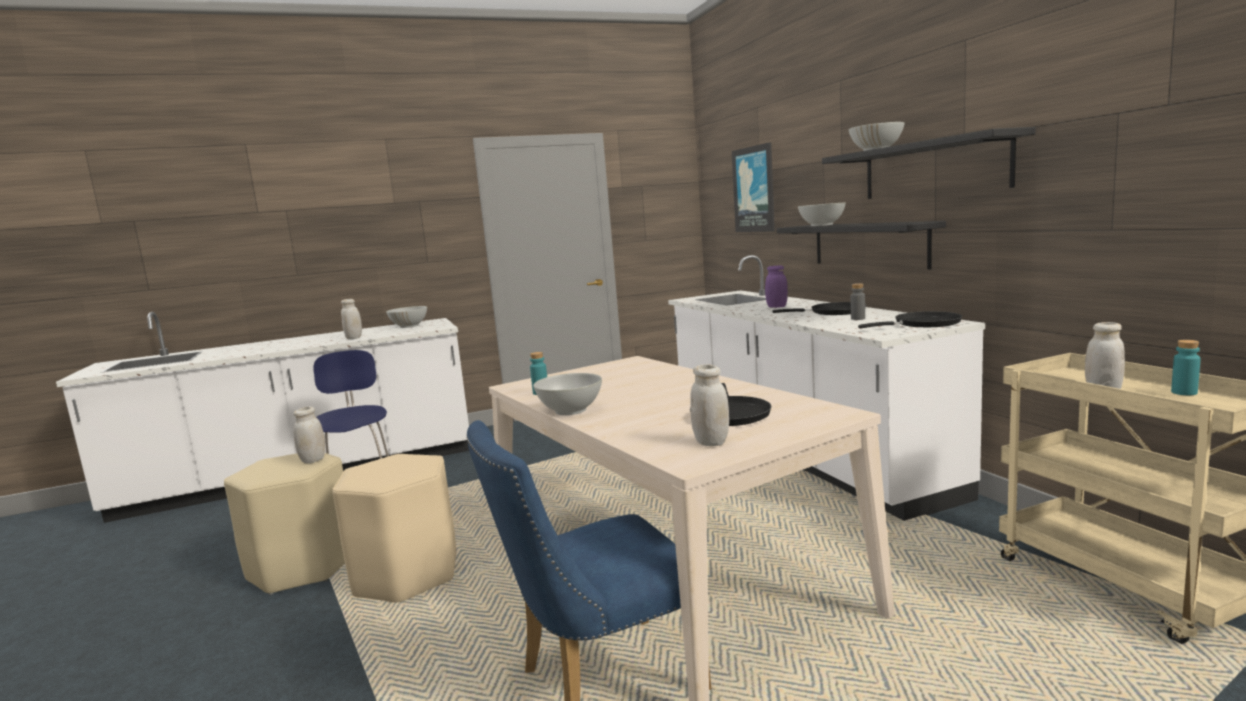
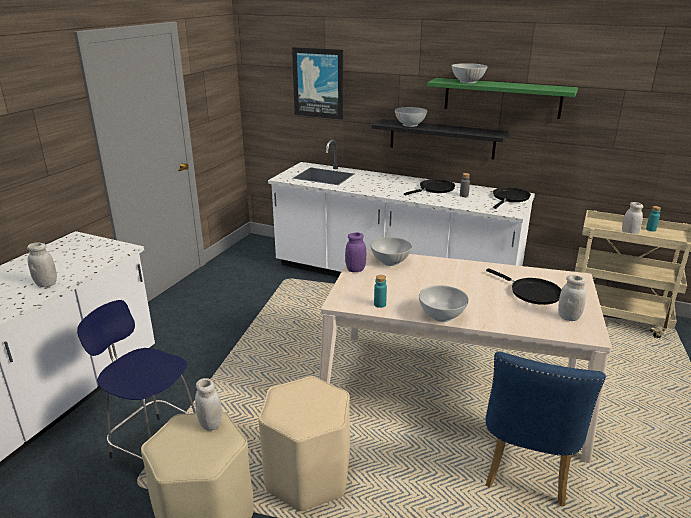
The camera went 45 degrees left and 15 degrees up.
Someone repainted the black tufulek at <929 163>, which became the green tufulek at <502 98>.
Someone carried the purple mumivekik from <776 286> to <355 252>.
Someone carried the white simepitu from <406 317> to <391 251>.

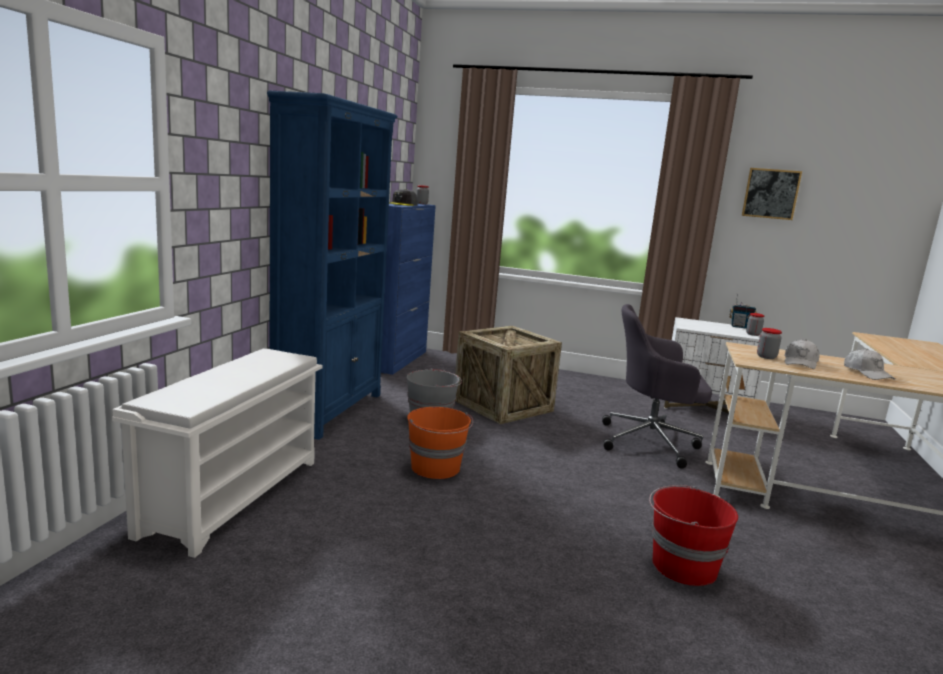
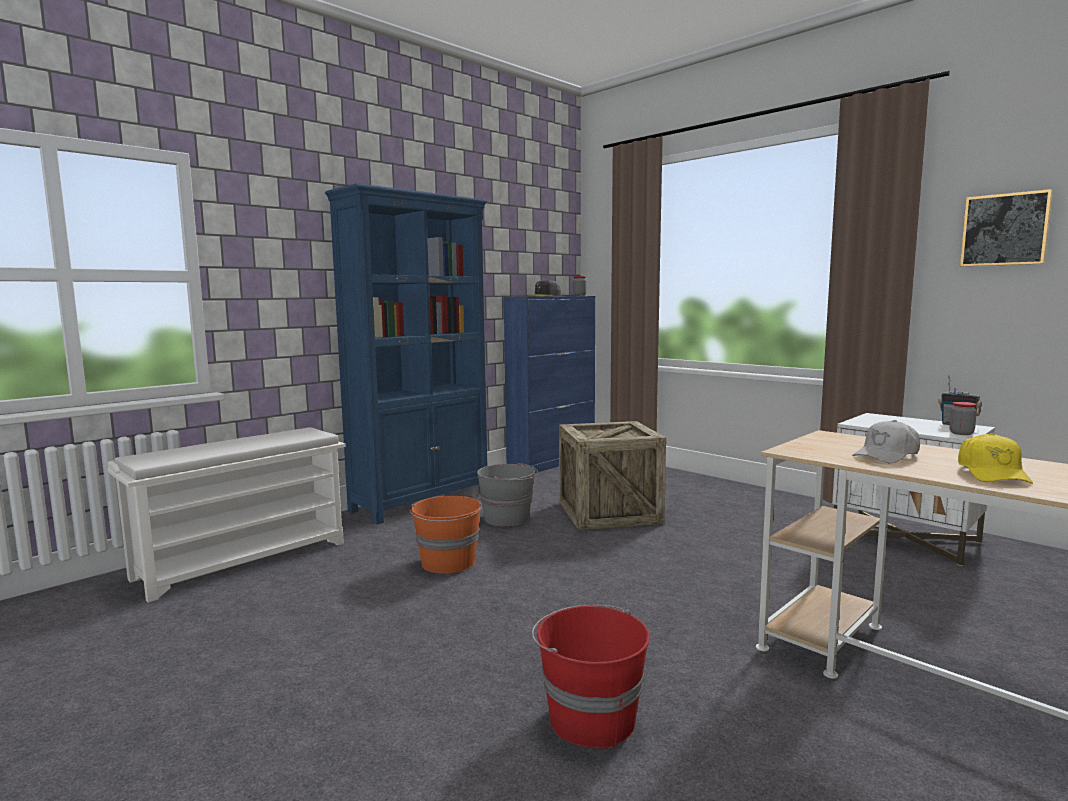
The camera went 30 degrees right and 5 degrees down.
Someone took away the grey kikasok at <657 386>.
Someone took away the mumivekik at <769 343>.
Someone repainted the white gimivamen at <869 364>, which became the yellow gimivamen at <995 458>.

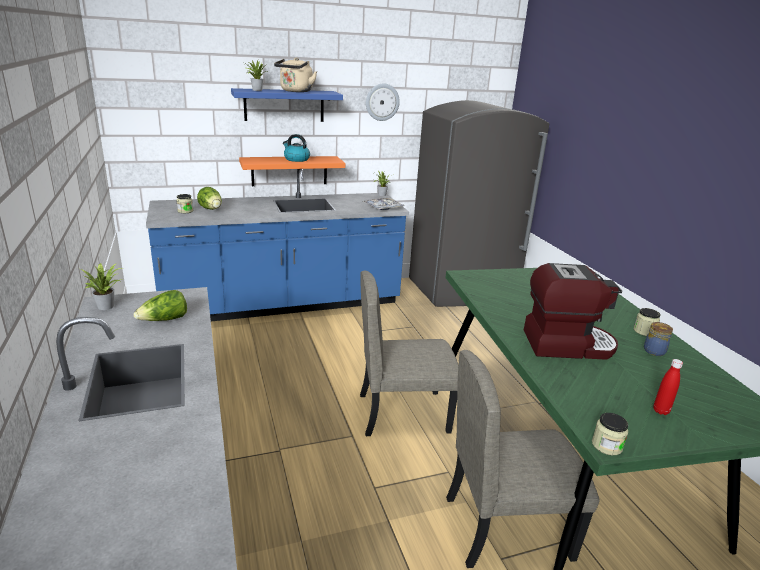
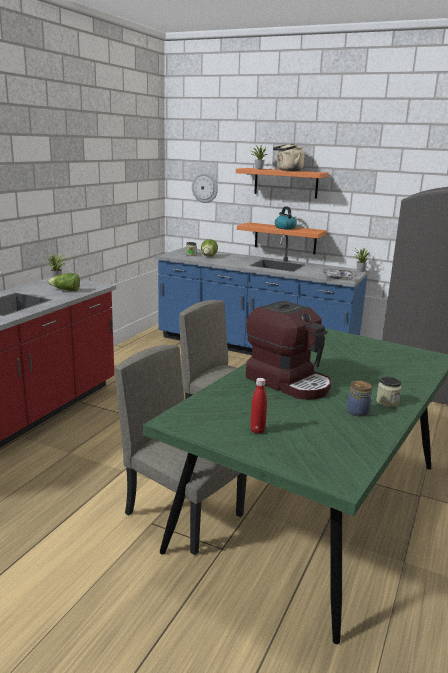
The camera went 45 degrees right and 5 degrees down.
Someone carried the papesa from <383 102> to <205 188>.
Someone repainted the blue tufulek at <287 105>, which became the orange tufulek at <282 183>.
Someone took away the mumivekik at <610 434>.

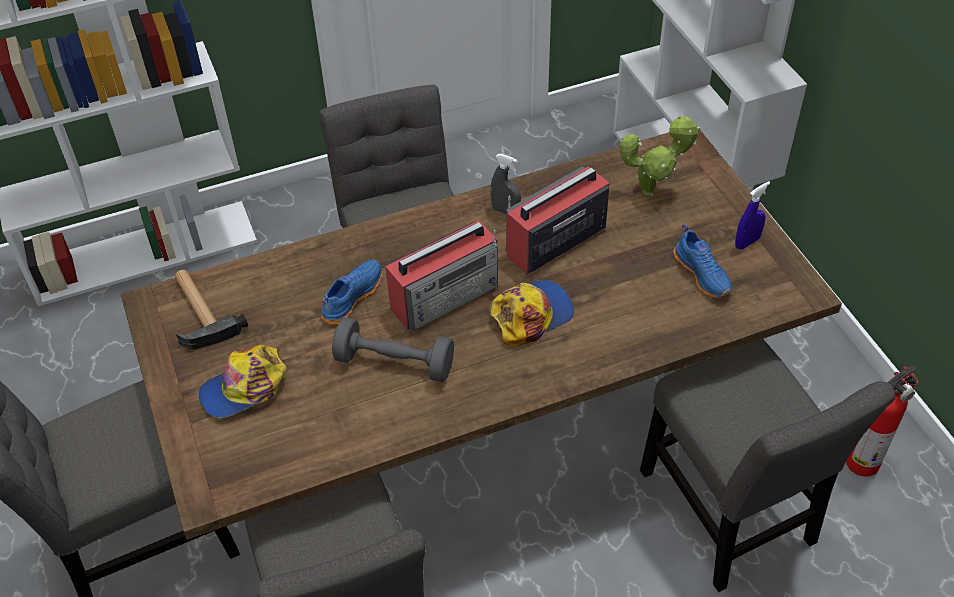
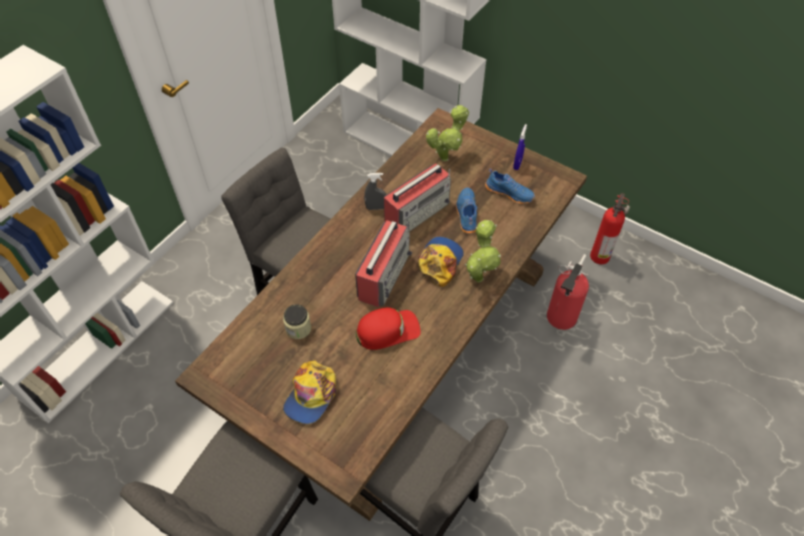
The camera went 35 degrees left and 5 degrees up.
Someone rotated the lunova at <558 220> by 150 degrees counterclockwise.
Someone carried the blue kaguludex from <352 292> to <466 210>.
Someone took away the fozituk at <211 309>.
Someone swapped the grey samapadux at <393 349> for the red gimivamen at <388 328>.
Someone swapped the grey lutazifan at <767 465> for the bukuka at <568 292>.
Someone put down the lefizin at <483 251>.
Someone put down the mumivekik at <297 321>.

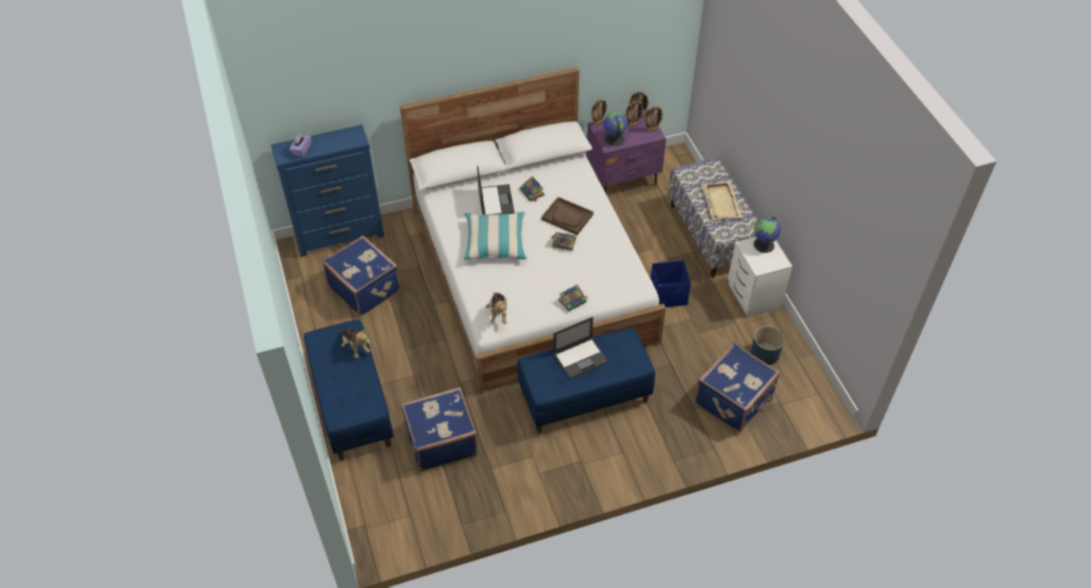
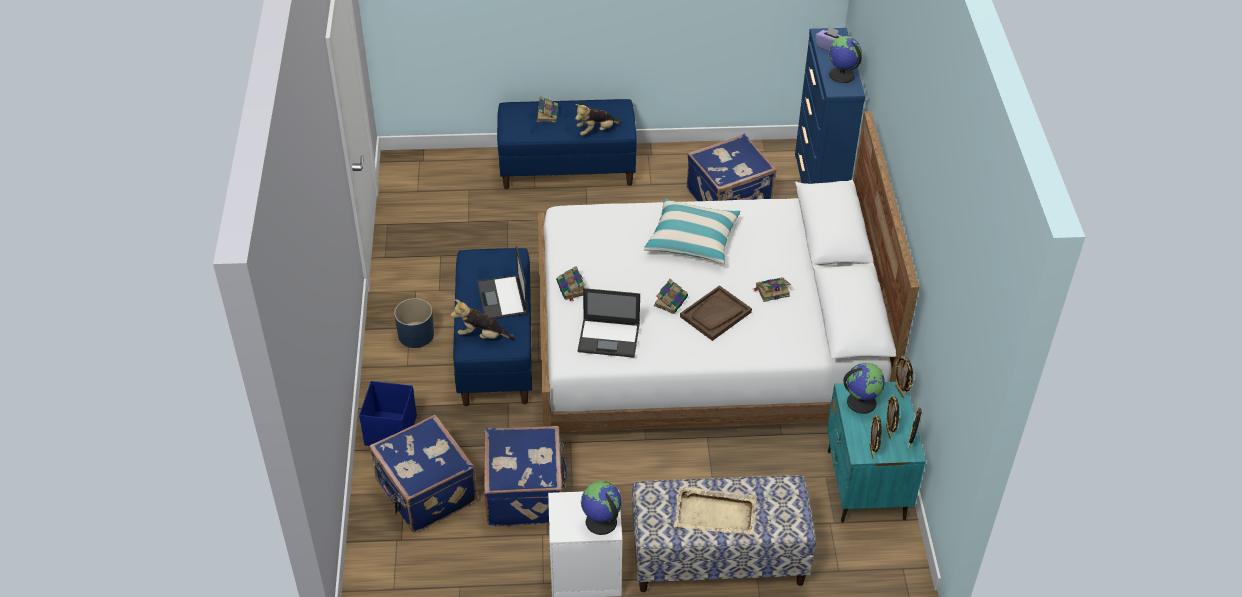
The camera went 105 degrees right and 5 degrees down.
Someone repainted the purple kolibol at <626 151>, which became the turquoise kolibol at <876 452>.
Someone carried the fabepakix from <496 190> to <609 323>.
Someone carried the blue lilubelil from <671 283> to <388 413>.
Someone carried the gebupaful from <496 308> to <483 319>.
Someone carried the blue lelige from <768 345> to <414 323>.
Someone carried the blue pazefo from <439 429> to <526 476>.
Someone put down the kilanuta at <845 59>.
Someone put down the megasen at <548 109>.

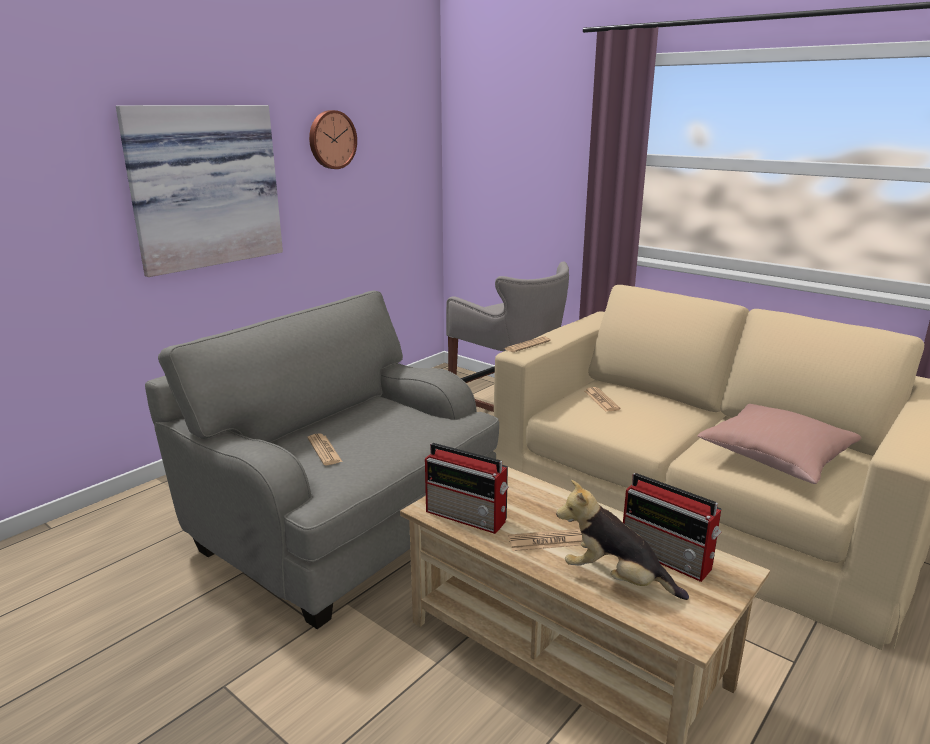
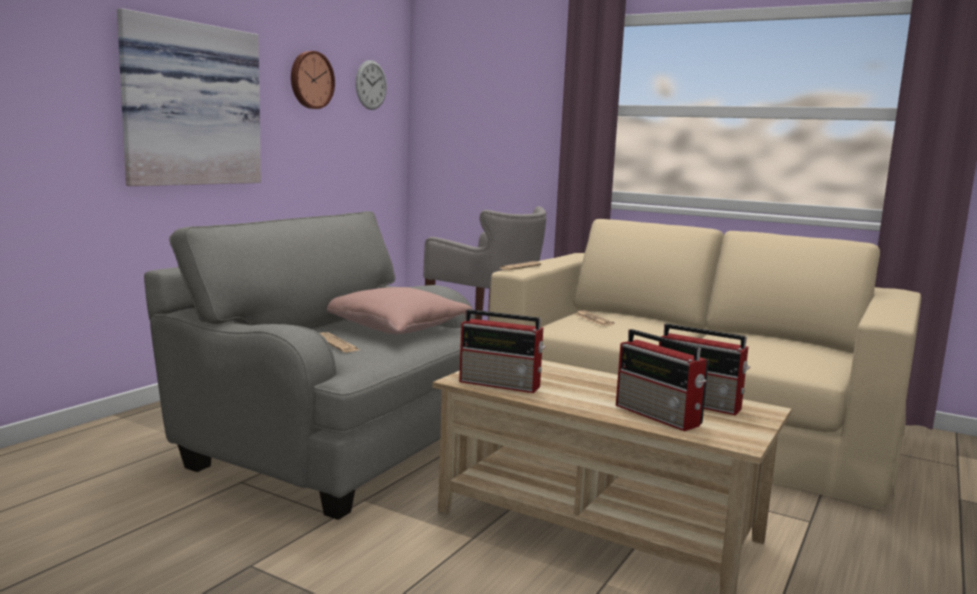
The camera went 10 degrees left and 10 degrees down.
Someone carried the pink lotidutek from <779 444> to <400 310>.
Someone swapped the gebupaful at <622 540> for the lunova at <662 380>.
Someone took away the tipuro at <545 540>.
Someone put up the papesa at <371 85>.

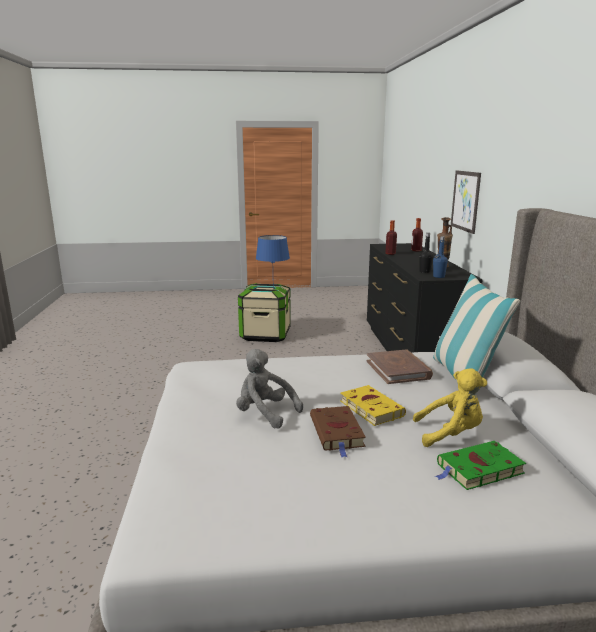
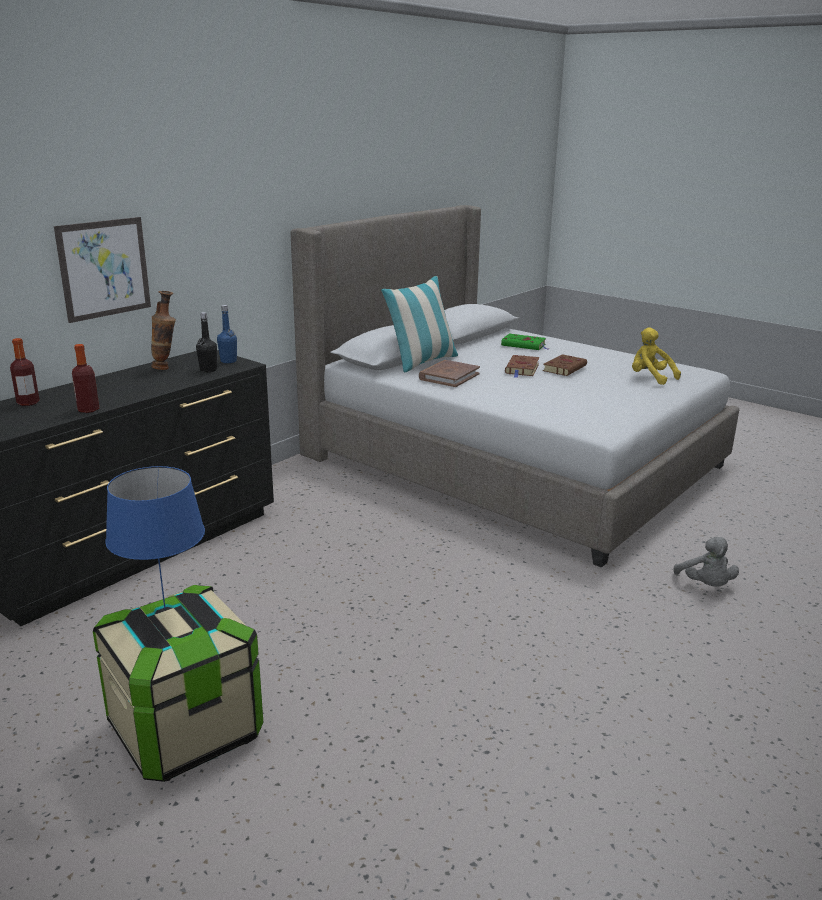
The camera went 135 degrees left and 5 degrees up.
Someone carried the grey gebupaful from <269 389> to <706 562>.
Someone carried the yellow gebupaful from <450 407> to <656 356>.
Someone repainted the yellow megasen at <373 405>, which became the brown megasen at <522 366>.

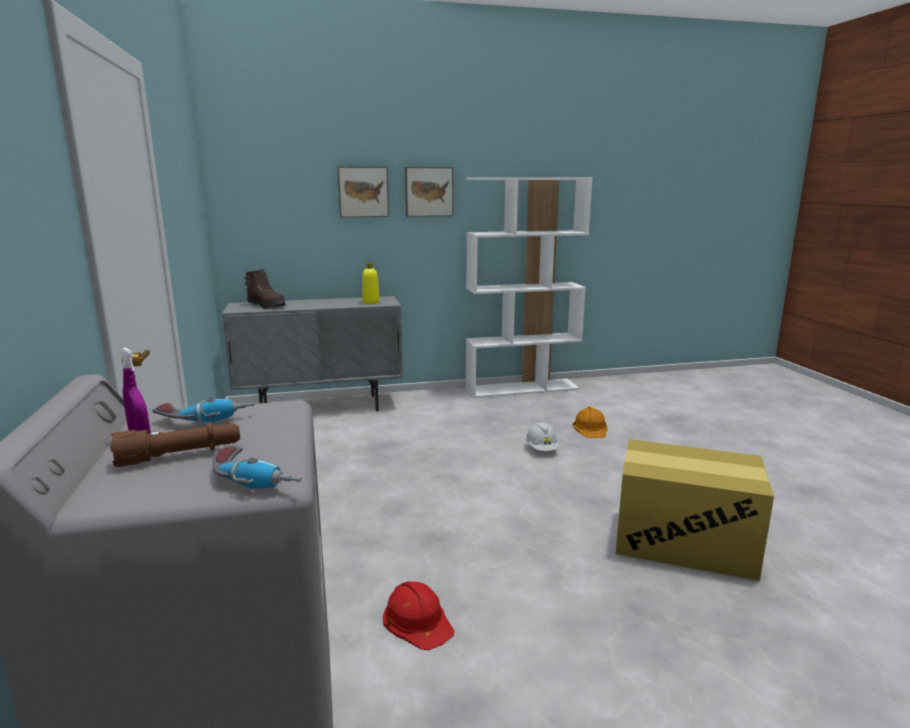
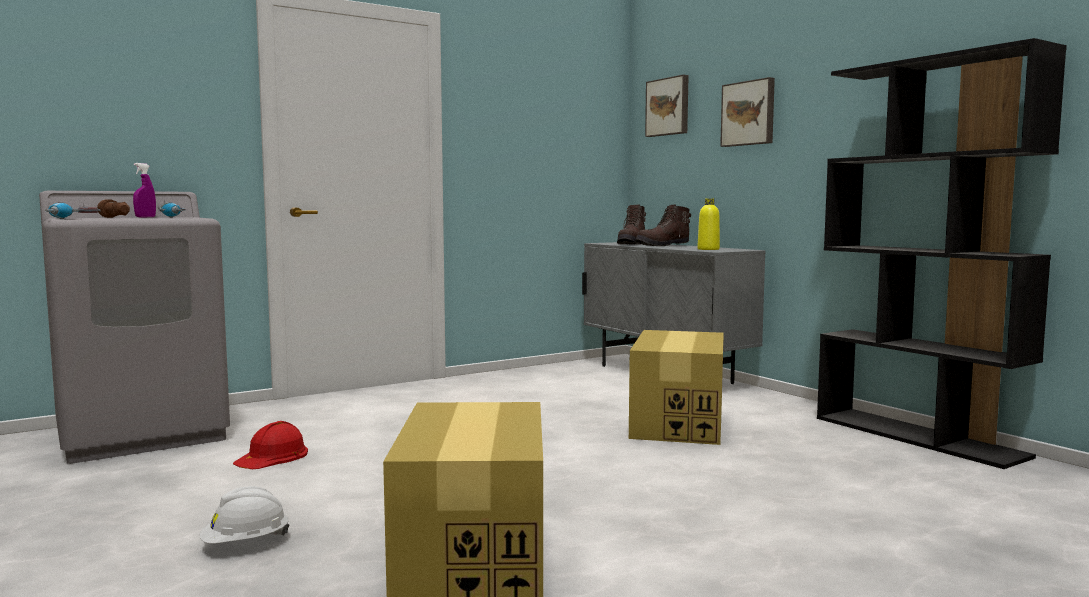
The camera went 70 degrees right and 10 degrees down.
Someone carried the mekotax from <429 192> to <667 106>.
Someone repainted the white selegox at <529 287>, which became the black selegox at <942 253>.
Someone took away the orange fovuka at <589 422>.
Someone carried the white fovuka from <542 436> to <245 515>.
Someone put down the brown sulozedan at <663 225>.
Someone put down the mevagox at <676 387>.

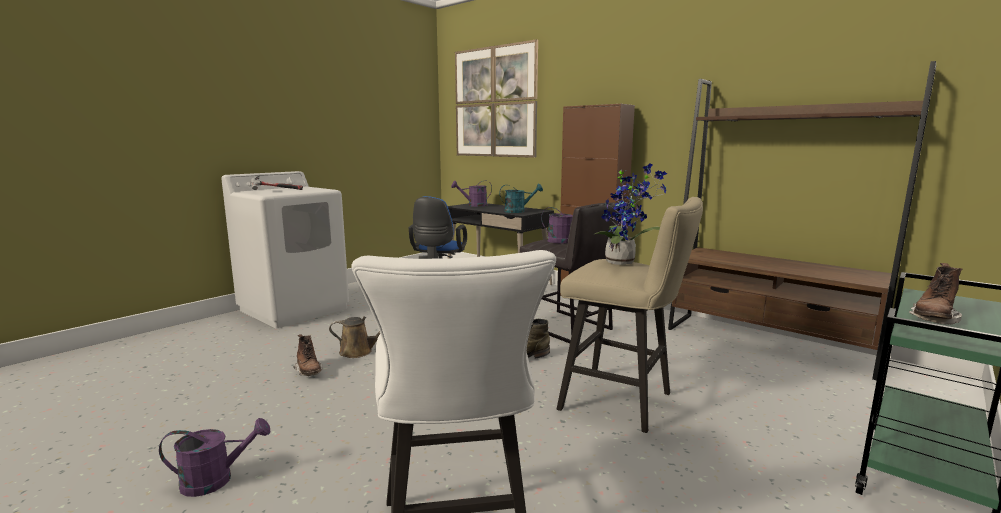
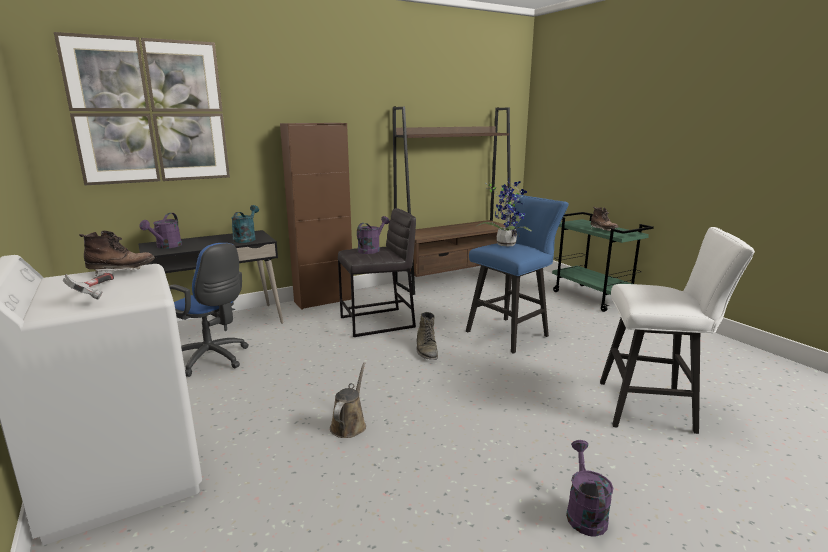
The camera went 70 degrees left and 5 degrees up.
Someone repainted the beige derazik at <630 315>, which became the blue derazik at <517 274>.
Someone carried the brown sulozedan from <307 355> to <117 253>.

